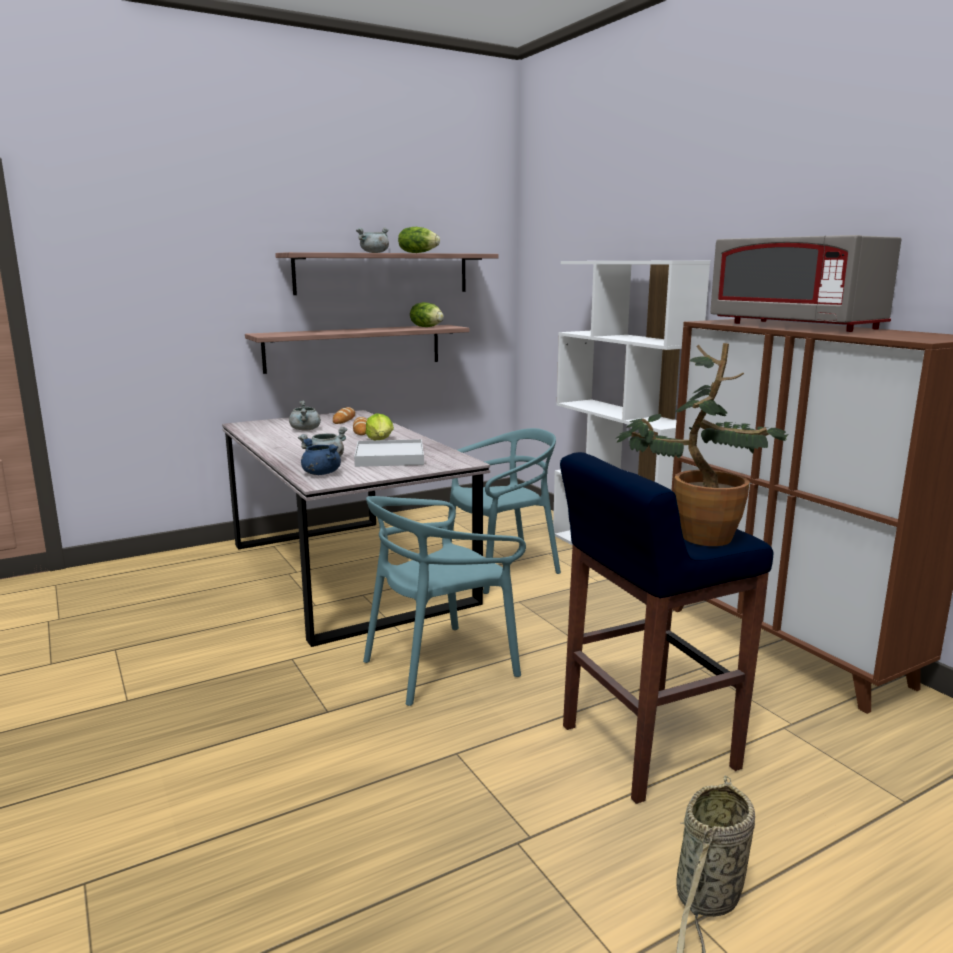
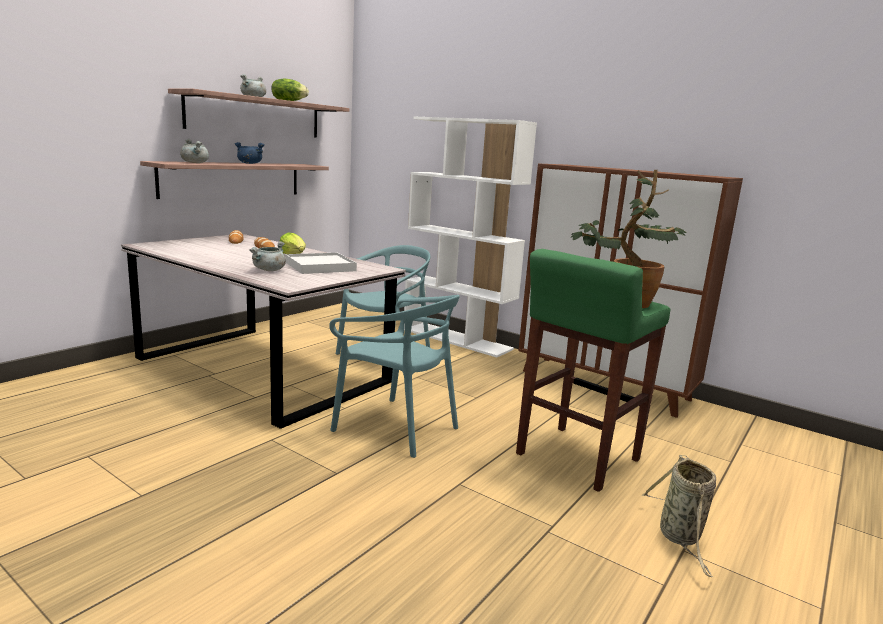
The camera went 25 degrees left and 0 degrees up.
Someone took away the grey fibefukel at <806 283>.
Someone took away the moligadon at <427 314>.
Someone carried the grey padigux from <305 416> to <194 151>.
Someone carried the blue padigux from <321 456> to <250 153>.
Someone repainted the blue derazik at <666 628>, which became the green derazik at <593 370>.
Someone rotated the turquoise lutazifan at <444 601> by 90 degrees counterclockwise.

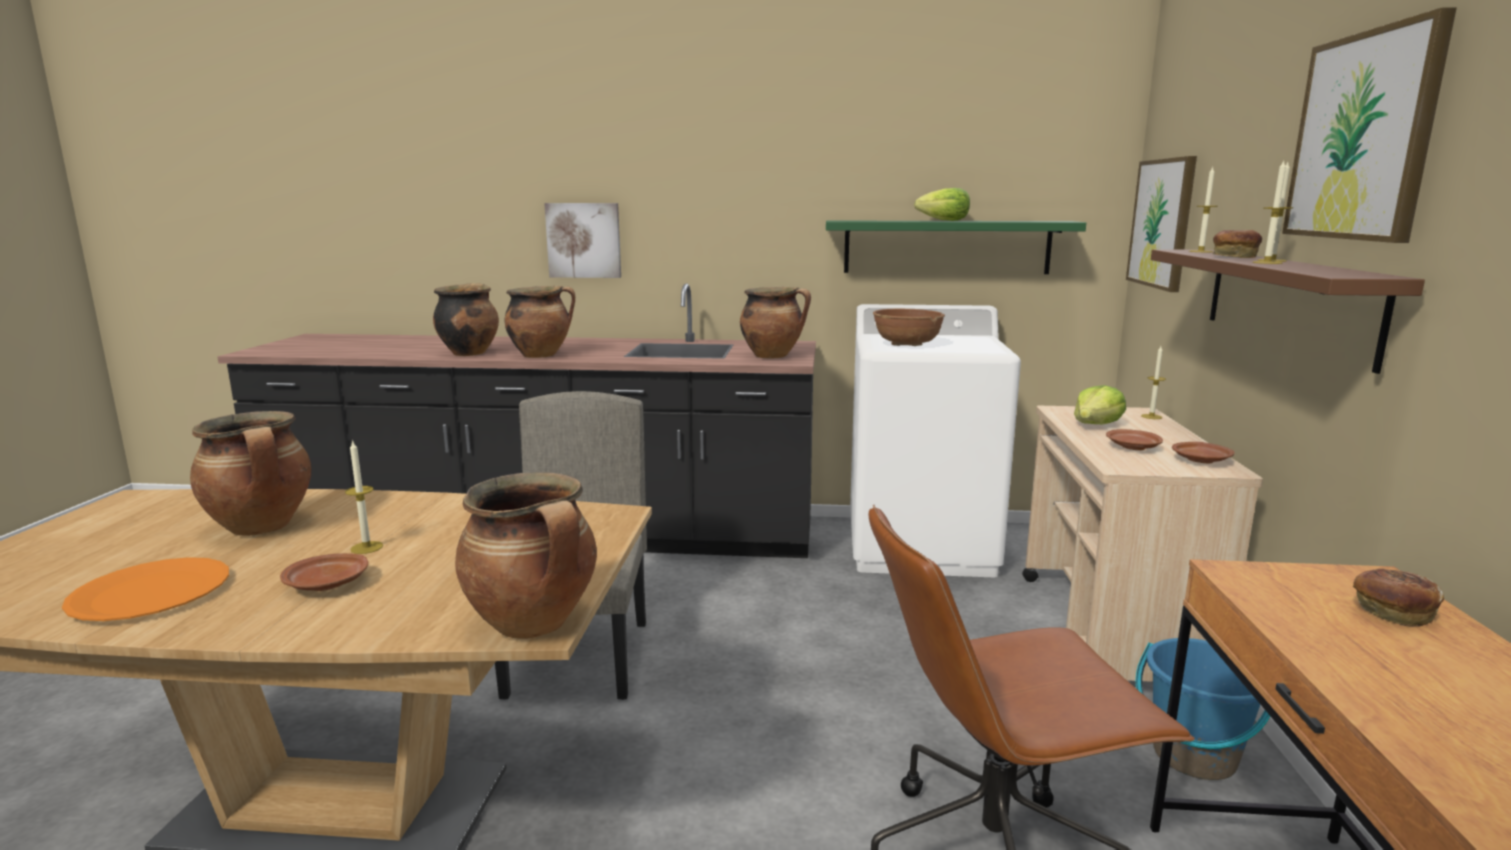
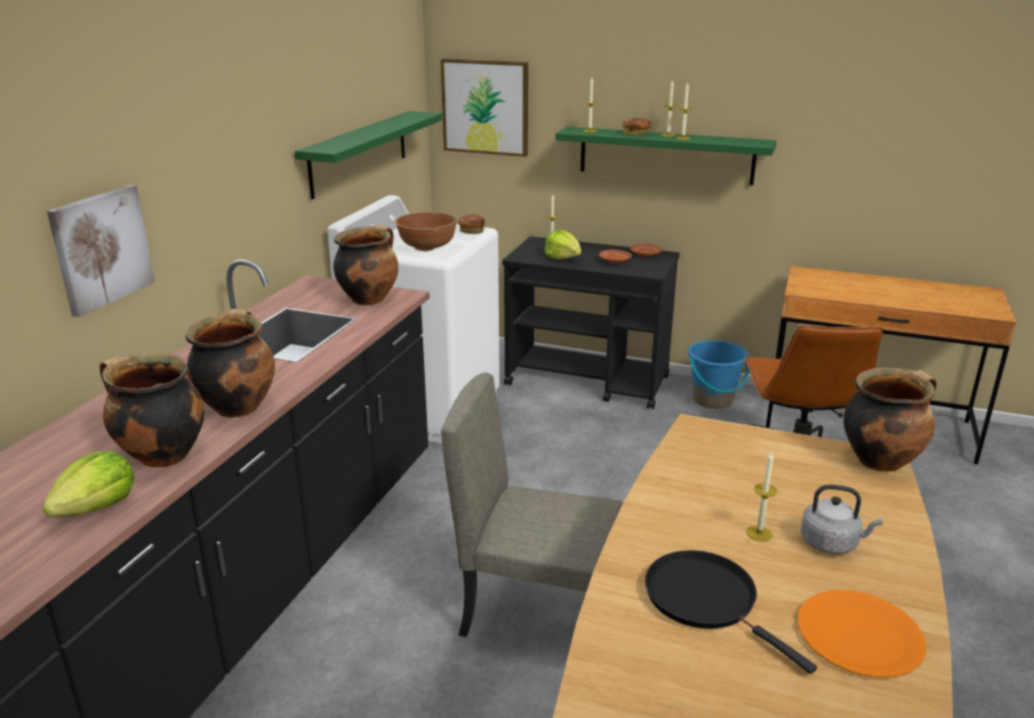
The camera went 75 degrees left and 10 degrees up.
Someone took away the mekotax at <1369 125>.
Someone carried the moligadon from <942 204> to <88 484>.
Someone repainted the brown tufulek at <1288 311>, which became the green tufulek at <666 156>.
Someone repainted the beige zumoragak at <1142 544>, which became the black zumoragak at <591 322>.
Someone swapped the padigux at <251 473> for the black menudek at <731 612>.
Someone swapped the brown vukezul at <324 572> for the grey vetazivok at <842 519>.
Someone carried the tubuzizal from <1398 598> to <472 224>.

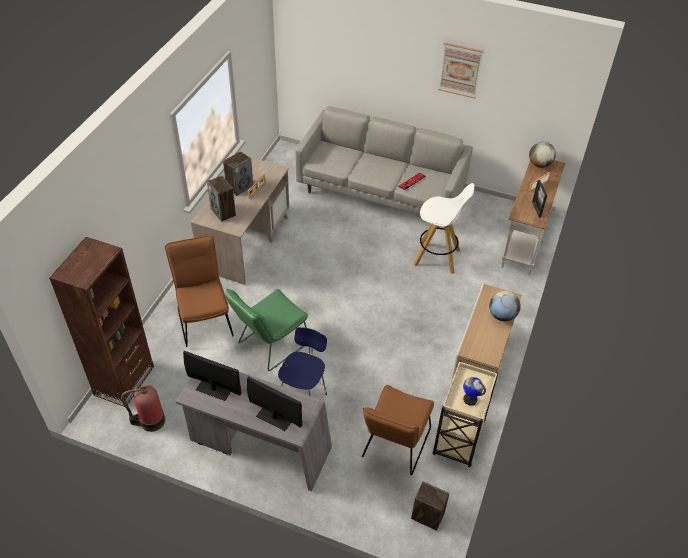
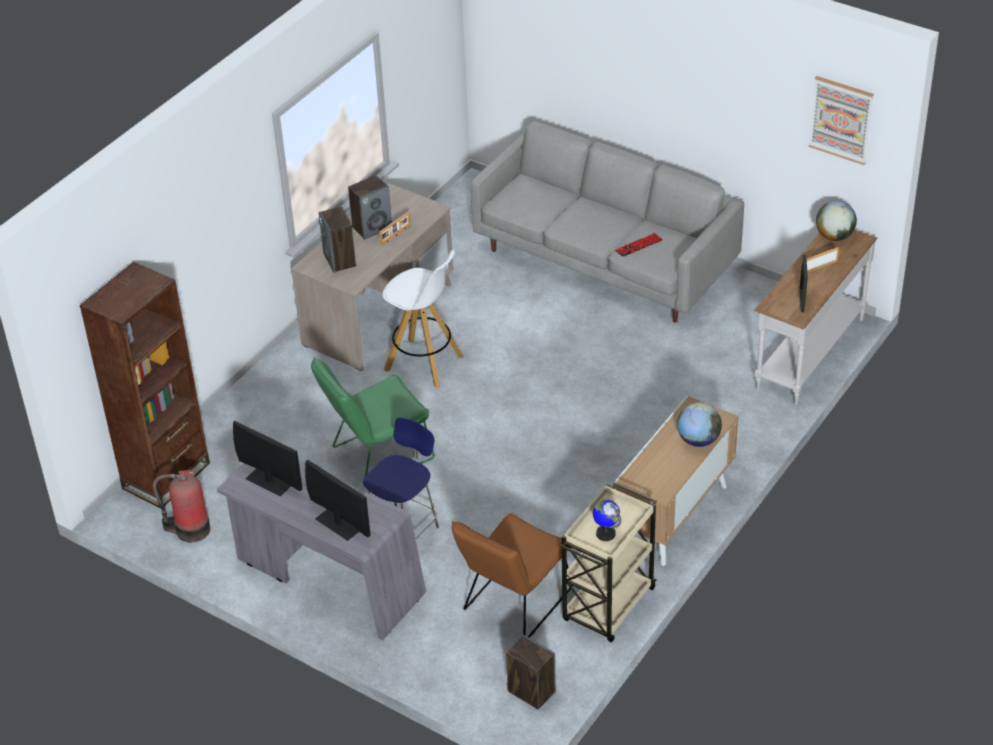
The camera went 15 degrees right and 5 degrees down.
Someone carried the mekotax from <461 70> to <841 120>.
Someone carried the white derazik from <444 228> to <423 319>.
Someone took away the brown lutazifan at <199 291>.

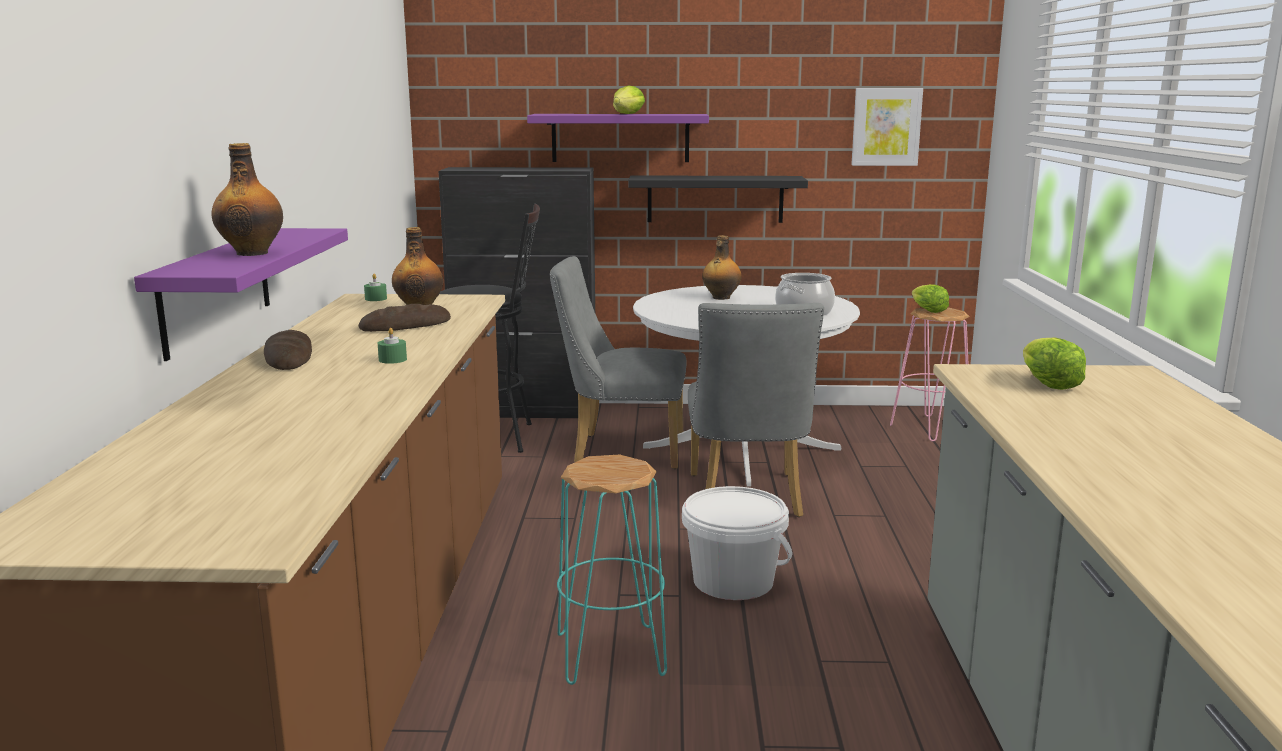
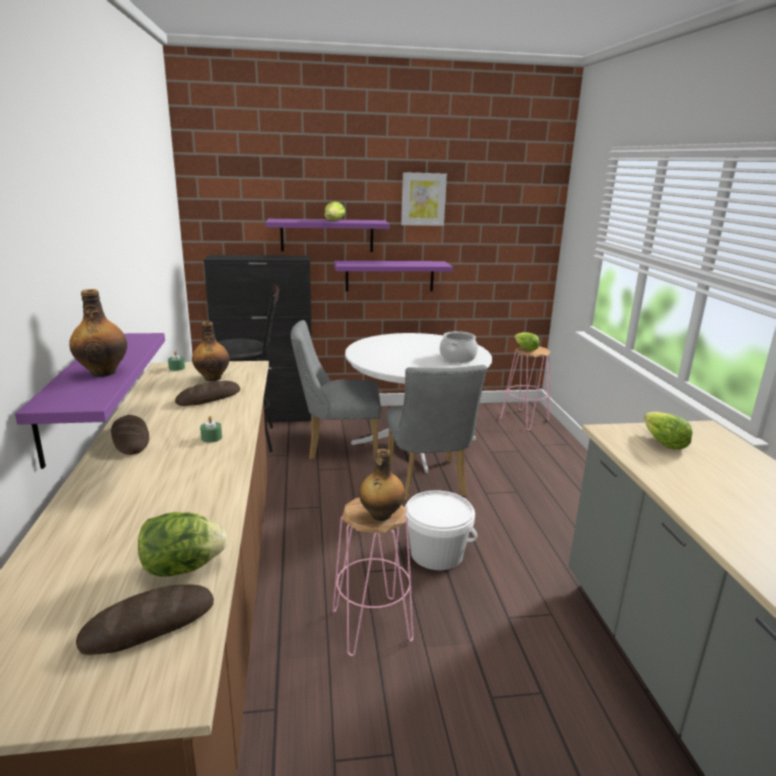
The camera went 10 degrees left and 5 degrees up.
Someone carried the mekotax from <887 127> to <424 199>.
Someone repainted the black tufulek at <718 199>, which became the purple tufulek at <393 276>.
Someone carried the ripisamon from <722 267> to <382 485>.
Someone repainted the turquoise derazik at <612 570>, which became the pink derazik at <373 576>.
Someone put down the moligadon at <182 544>.
Someone put down the tubuzizal at <145 619>.

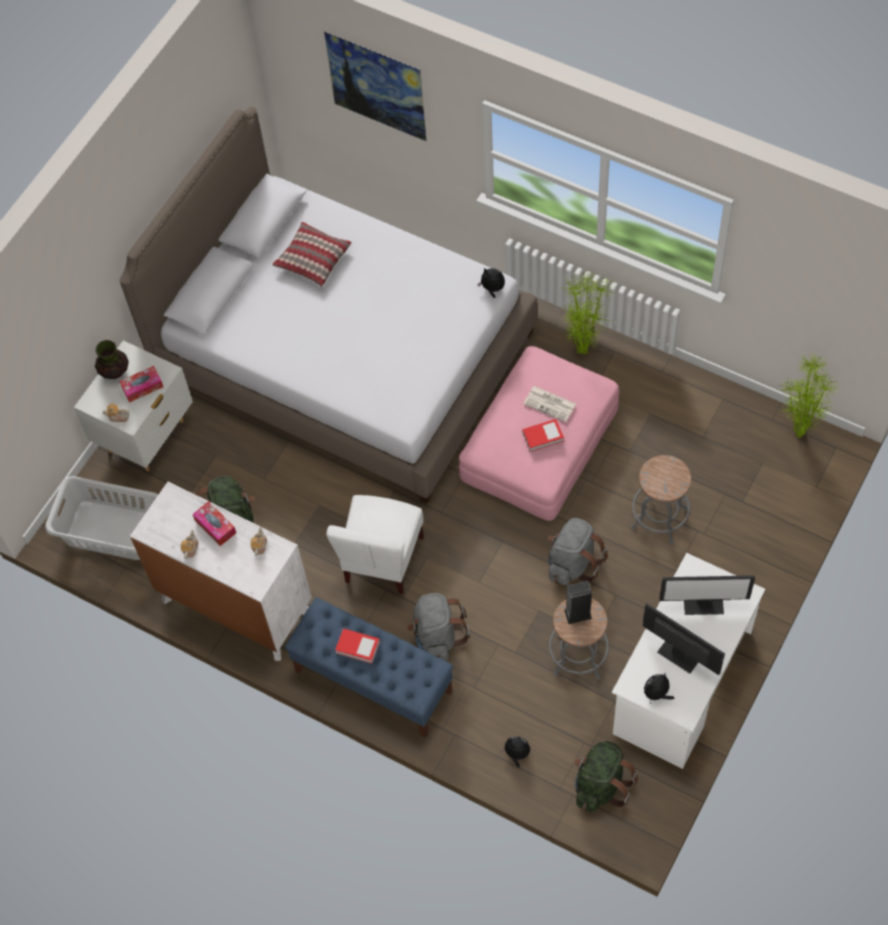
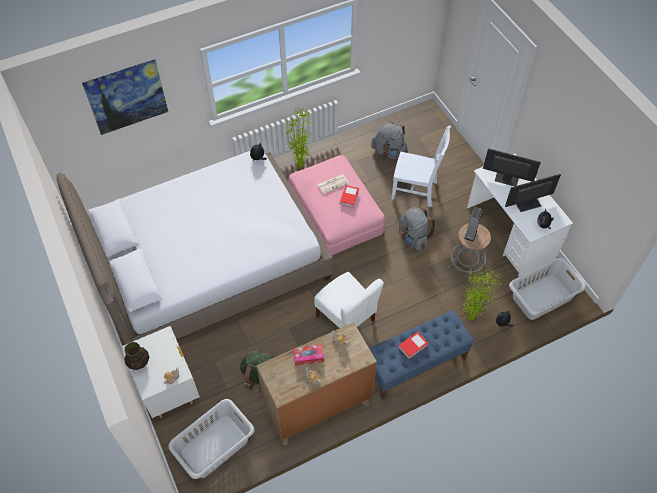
The camera went 60 degrees left and 5 degrees down.
Someone took away the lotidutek at <312 254>.
Someone carried the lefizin from <809 396> to <482 293>.
Someone took away the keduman at <141 384>.
Someone swapped the grey derazik at <661 499> for the white lutazifan at <421 166>.
Someone repainted the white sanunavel at <221 571>, which became the brown sanunavel at <317 383>.
Someone rotated the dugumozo at <707 595> by 105 degrees counterclockwise.
Someone carried the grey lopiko from <438 627> to <389 140>.
Someone swapped the green lopiko at <606 776> for the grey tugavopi at <547 288>.

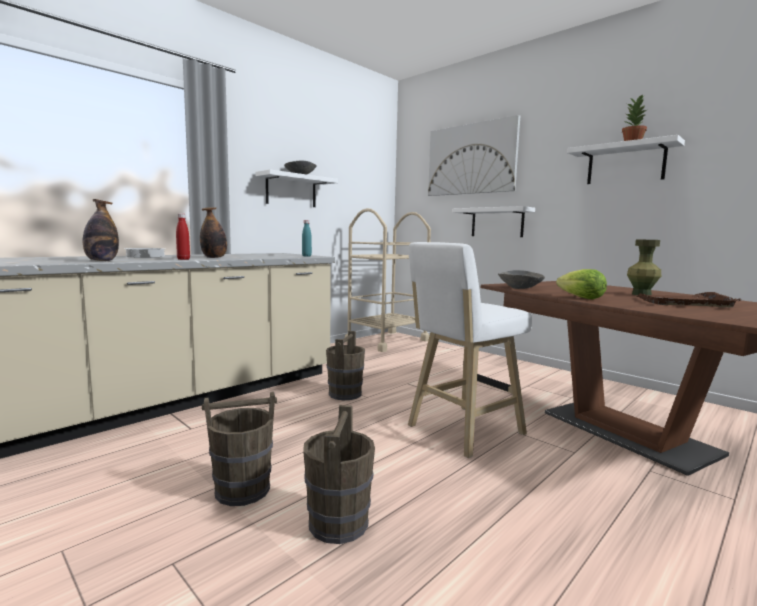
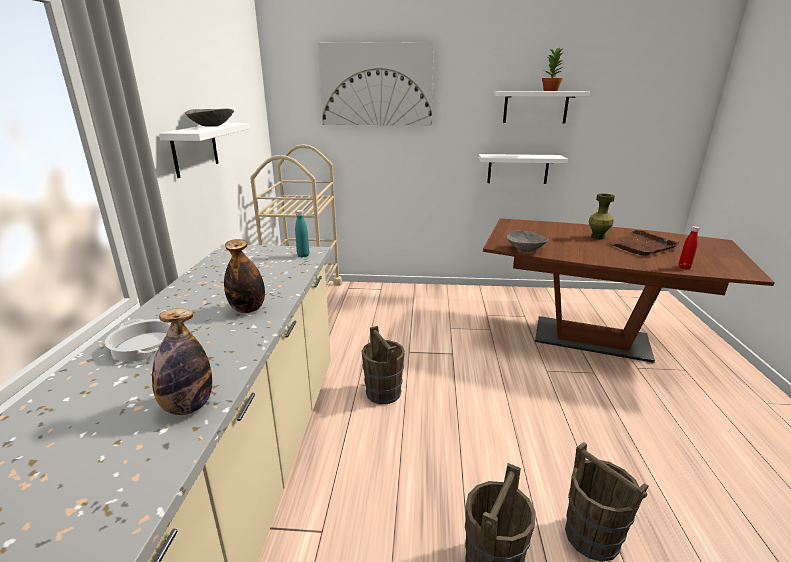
The camera went 40 degrees left and 15 degrees up.
Someone carried the white tufulek from <493 221> to <523 169>.
Someone carried the red ripisamon from <183 237> to <689 247>.
Someone took away the white derazik at <470 350>.
Someone took away the moligadon at <581 284>.

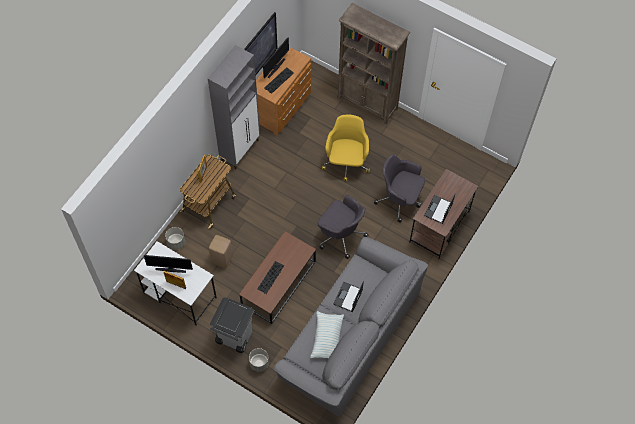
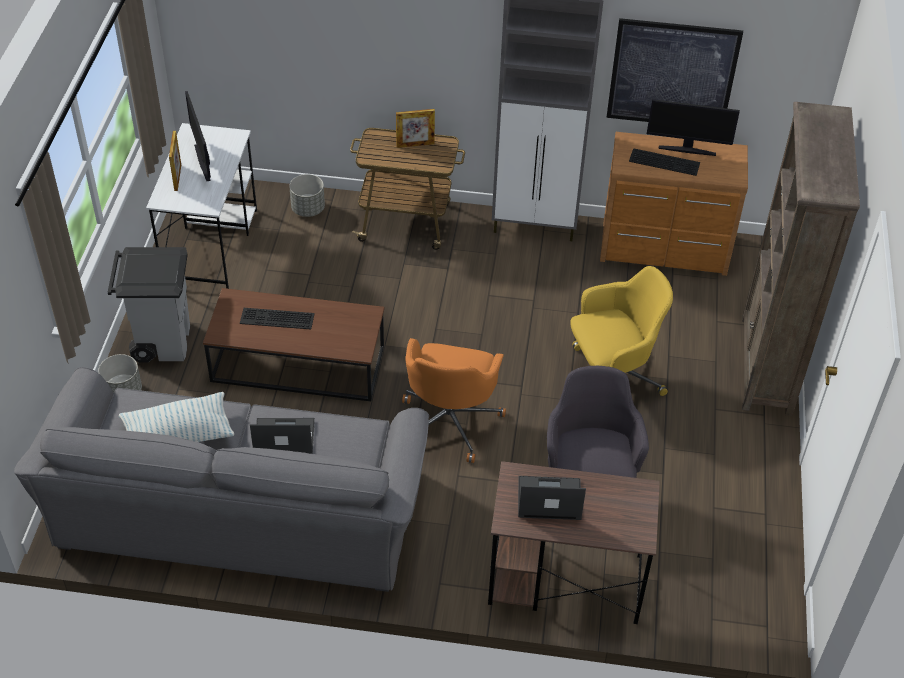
The camera went 65 degrees right and 15 degrees down.
Someone repainted the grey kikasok at <343 227>, which became the orange kikasok at <454 400>.
Someone took away the beige derazik at <221 251>.

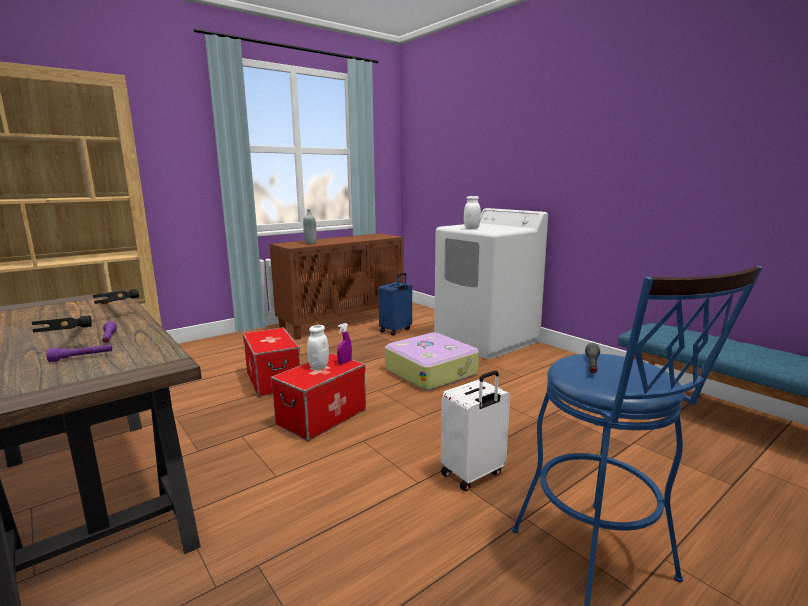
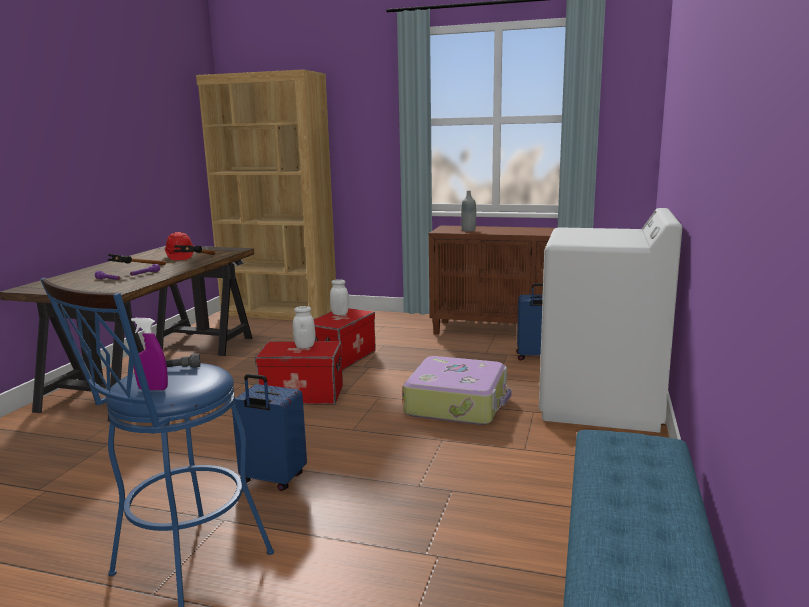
The camera went 55 degrees right and 0 degrees up.
Someone carried the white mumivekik from <472 212> to <339 297>.
Someone carried the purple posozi from <344 343> to <149 354>.
Someone repainted the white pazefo at <475 430>, which became the blue pazefo at <269 432>.
Someone put down the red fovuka at <179 246>.

